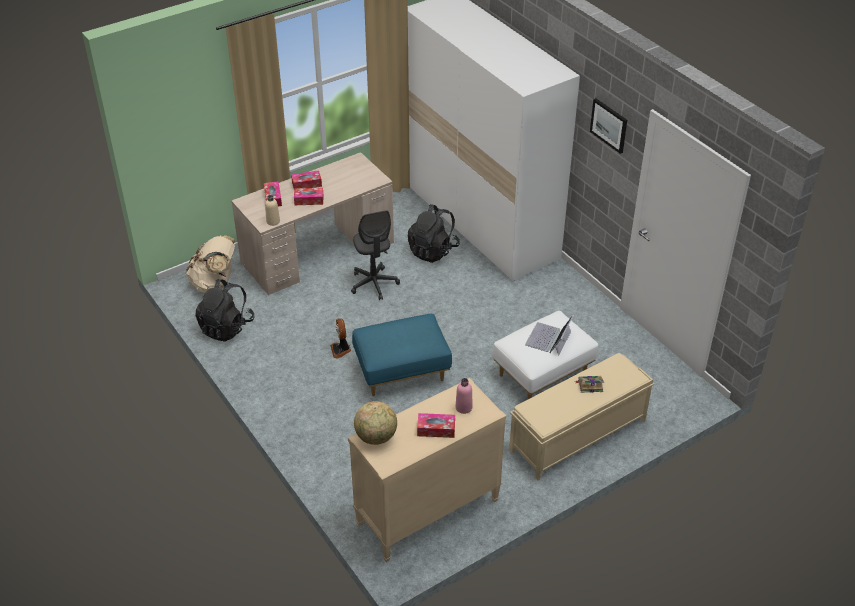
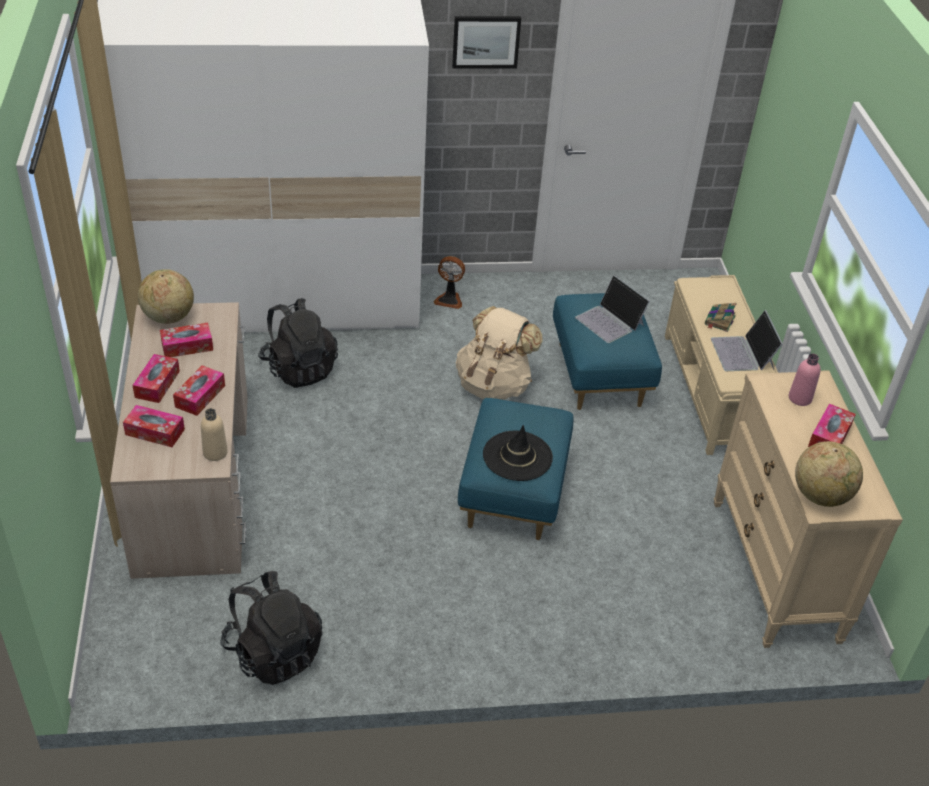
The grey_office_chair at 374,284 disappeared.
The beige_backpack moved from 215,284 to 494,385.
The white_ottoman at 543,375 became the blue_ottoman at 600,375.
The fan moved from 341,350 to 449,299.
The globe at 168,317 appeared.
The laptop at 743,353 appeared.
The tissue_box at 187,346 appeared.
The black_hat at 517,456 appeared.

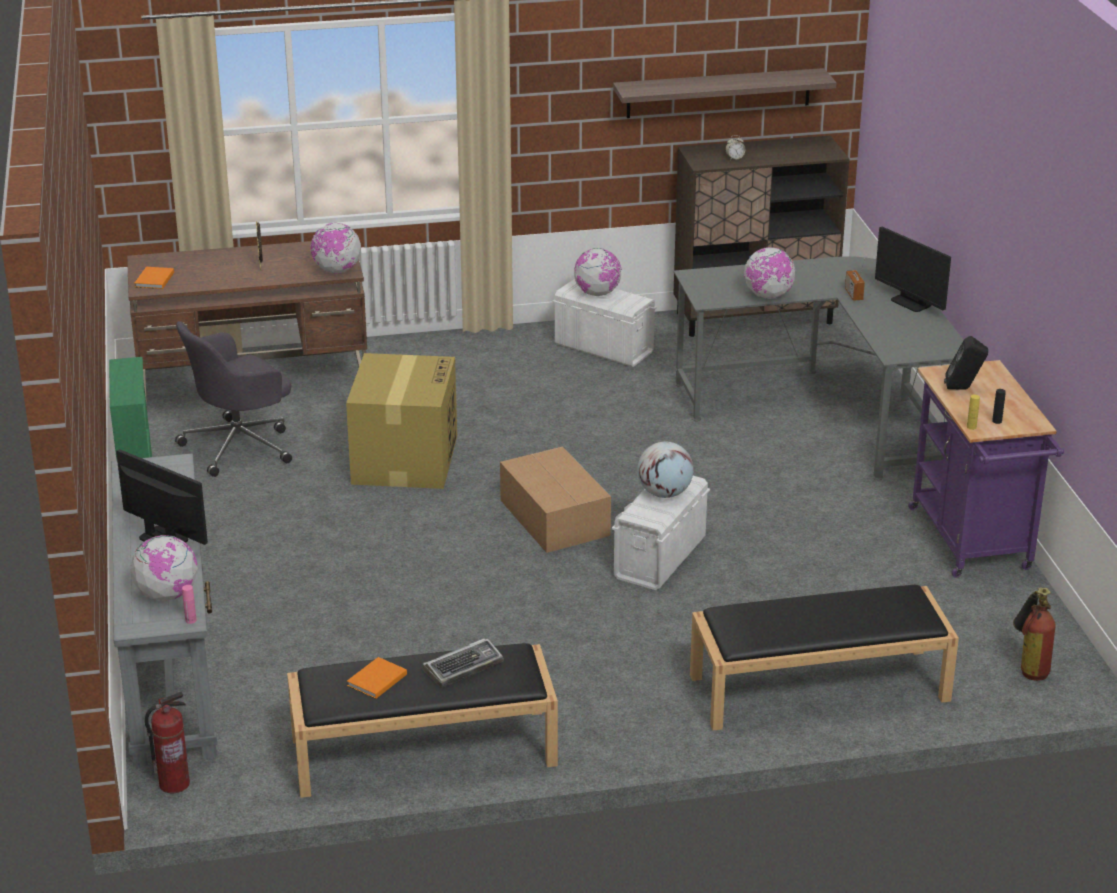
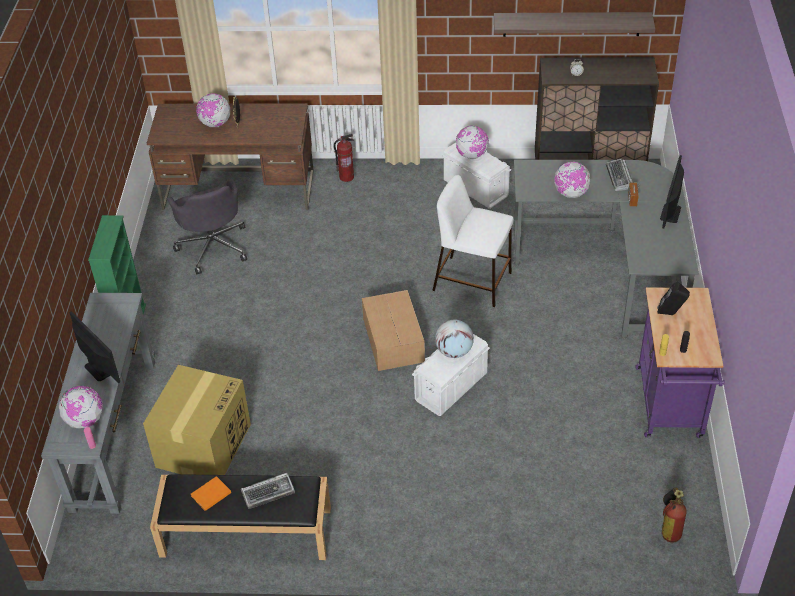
The globe moved from 337,271 to 215,124.
The monitor at 911,303 turned 45 degrees clockwise.
The orange_book at 153,280 disappeared.
The grey_office_chair at 240,446 turned 90 degrees counterclockwise.
The cardboard_box moved from 405,459 to 204,444.
The black_bench at 818,689 disappeared.
The fire_extinguisher moved from 174,783 to 346,177.
The keyboard at 619,178 appeared.
The white_stool at 473,281 appeared.

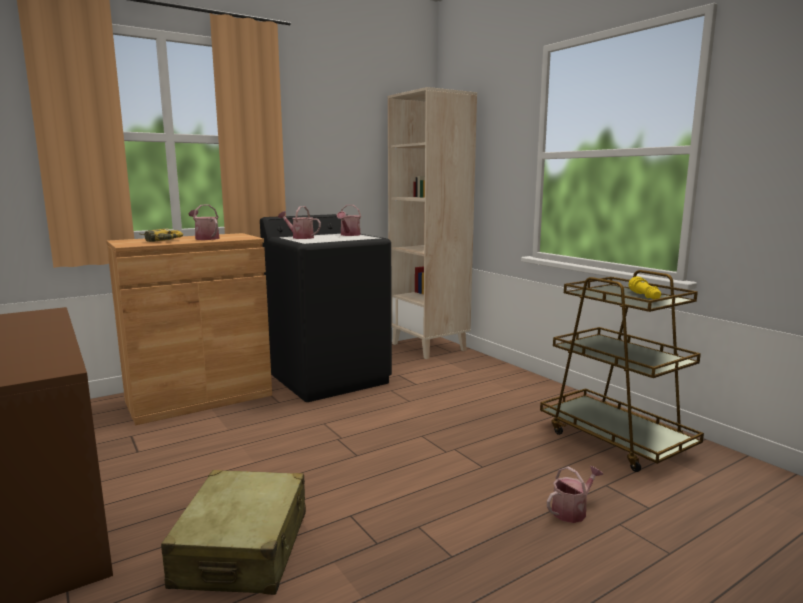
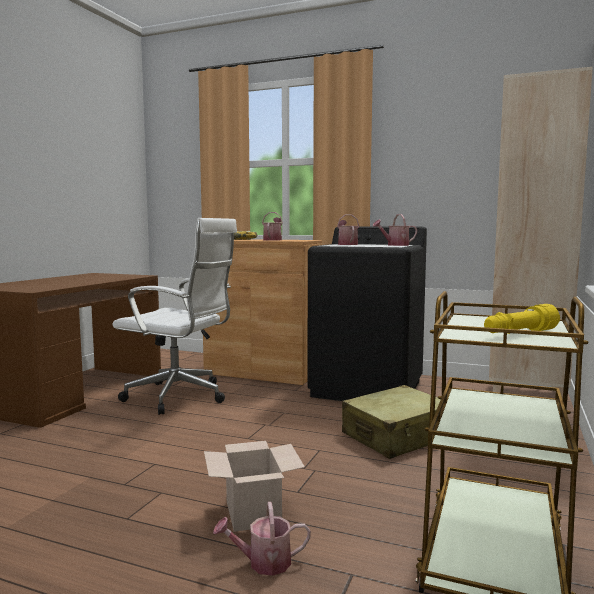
The watering_can at 572,511 turned 150 degrees clockwise.
The beige_suitcase moved from 243,549 to 397,436.
The white_office_chair at 180,397 appeared.
The cardboard_box at 254,513 appeared.

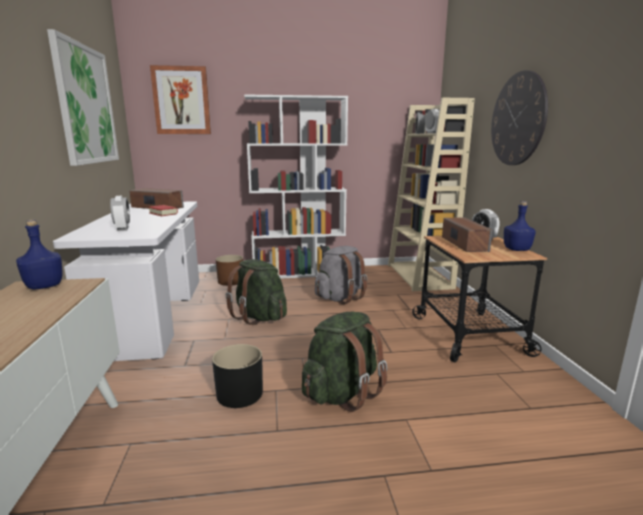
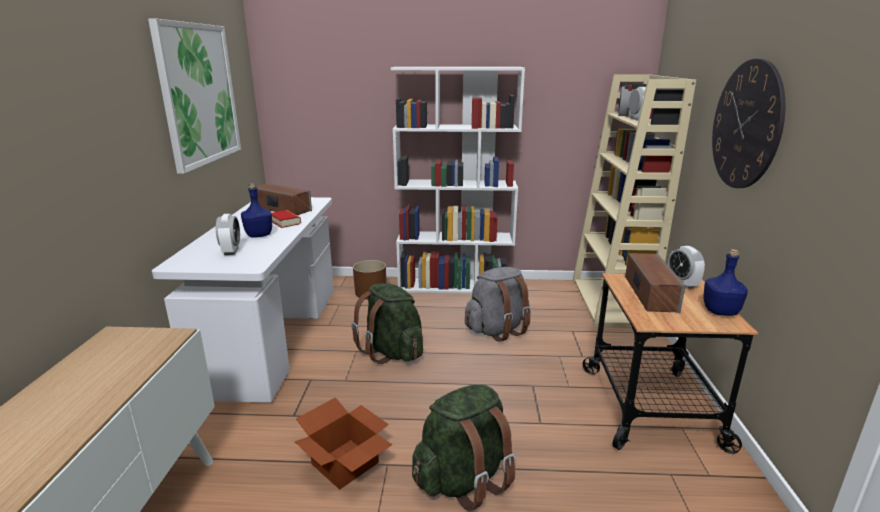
The picture at 181,101 disappeared.
The blue_bottle moved from 45,286 to 259,235.
The black_planter at 239,394 was replaced by the cardboard_box at 345,465.

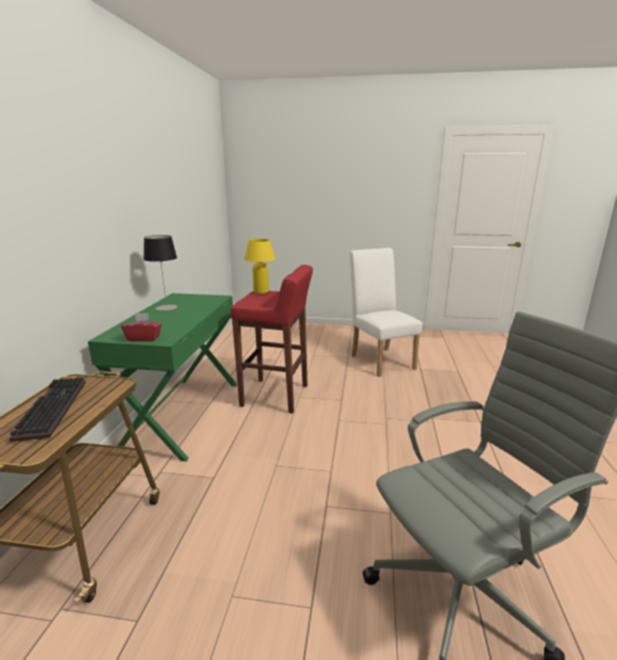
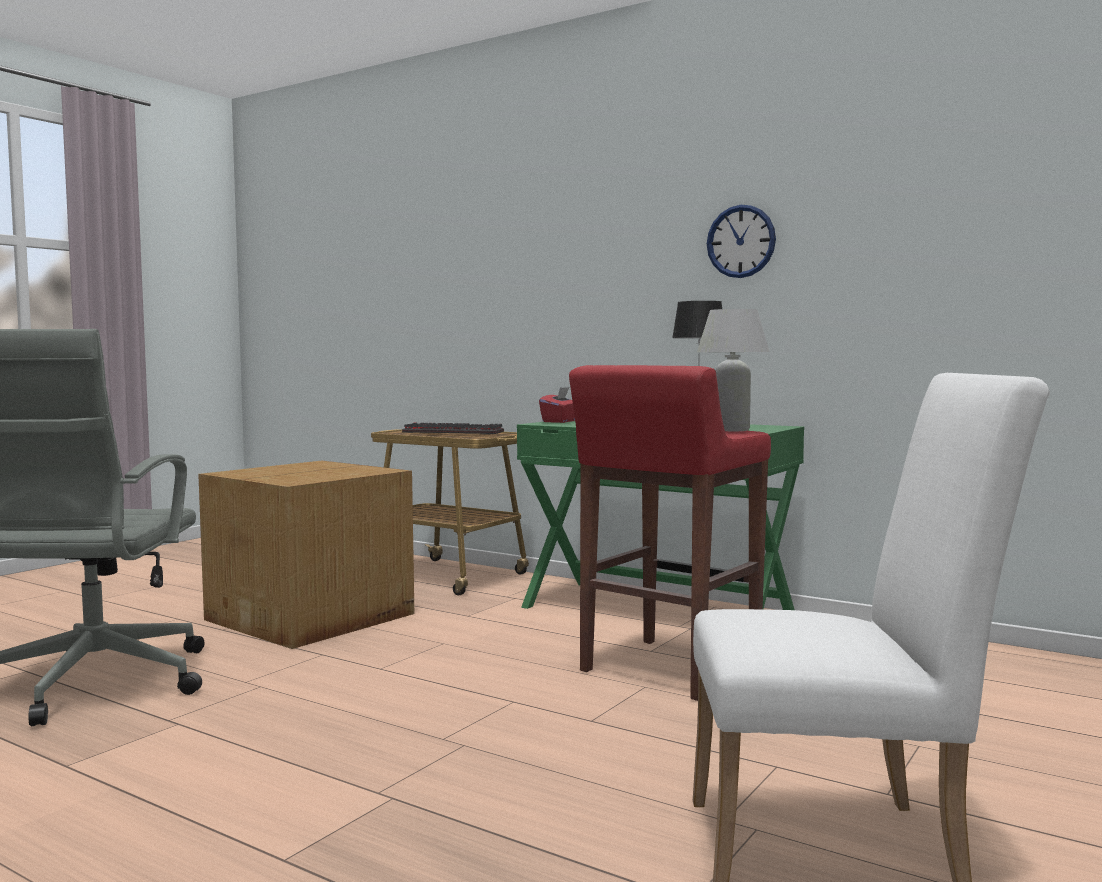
The yellow_table_lamp at 261,292 became the white_table_lamp at 731,430.
The wall_clock at 741,241 appeared.
The cardboard_box at 313,617 appeared.

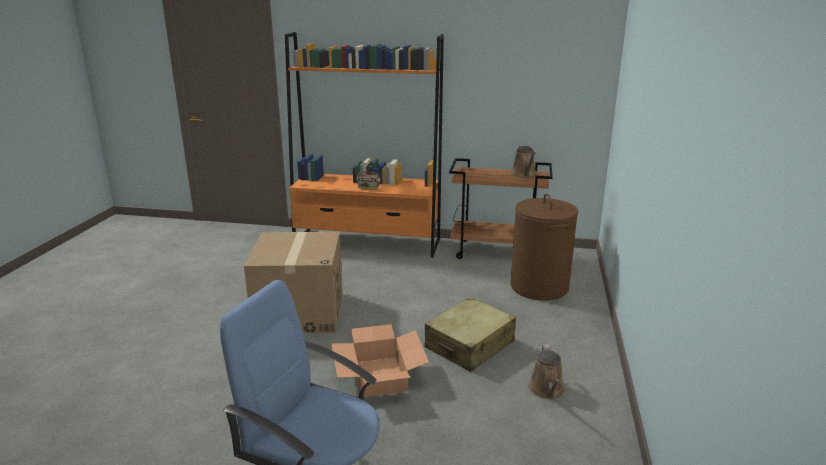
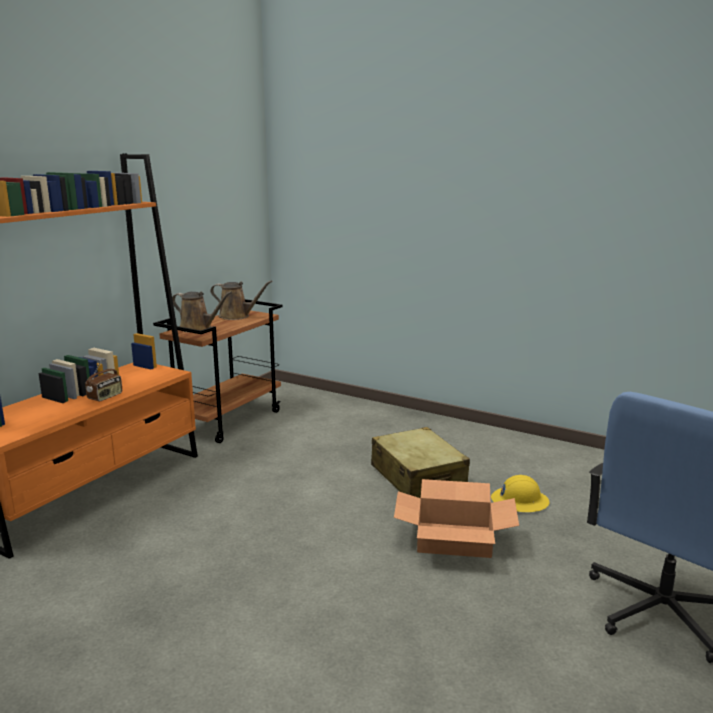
The brown_laundry_basket at 539,287 disappeared.
The cardboard_box at 299,312 disappeared.
The brown_watering_can moved from 547,390 to 198,328.
The yellow_hard_hat at 519,501 appeared.

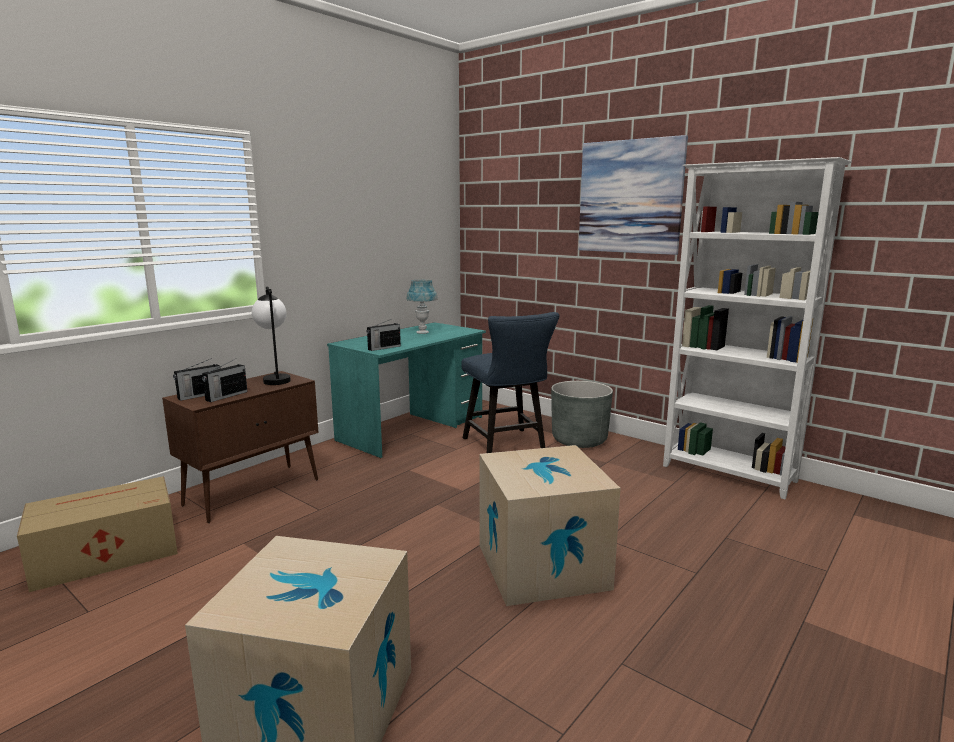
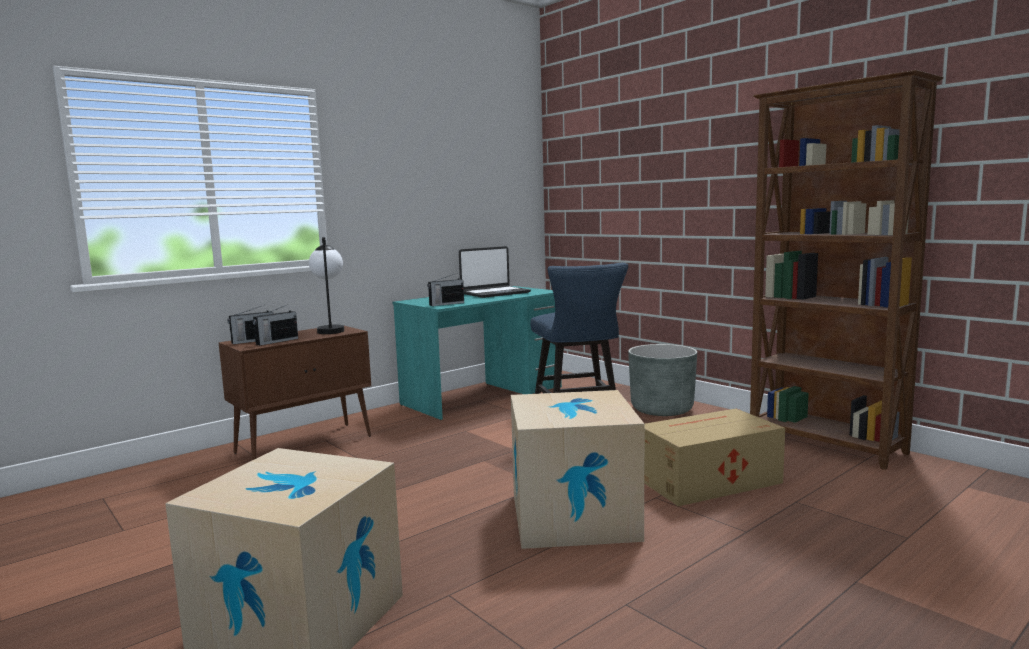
The picture at 630,197 disappeared.
The white_bookcase at 729,474 became the brown_bookcase at 826,444.
The blue_table_lamp at 422,332 was replaced by the laptop at 495,293.
The cardboard_box moved from 104,554 to 706,480.

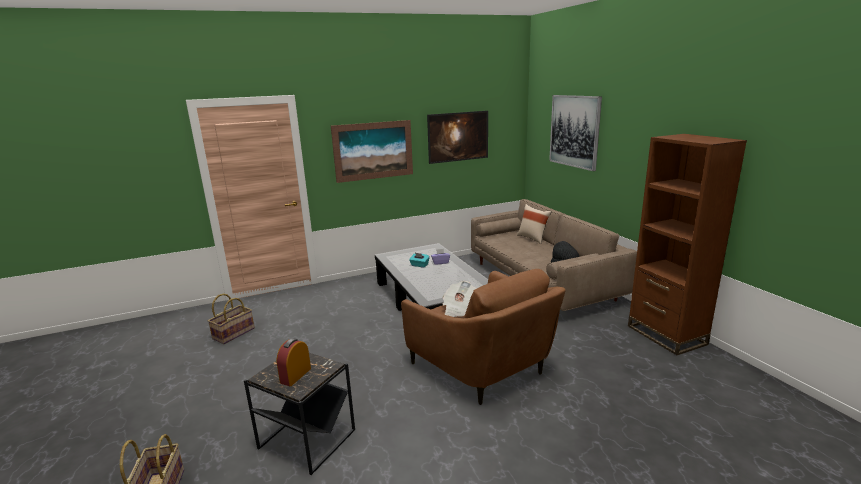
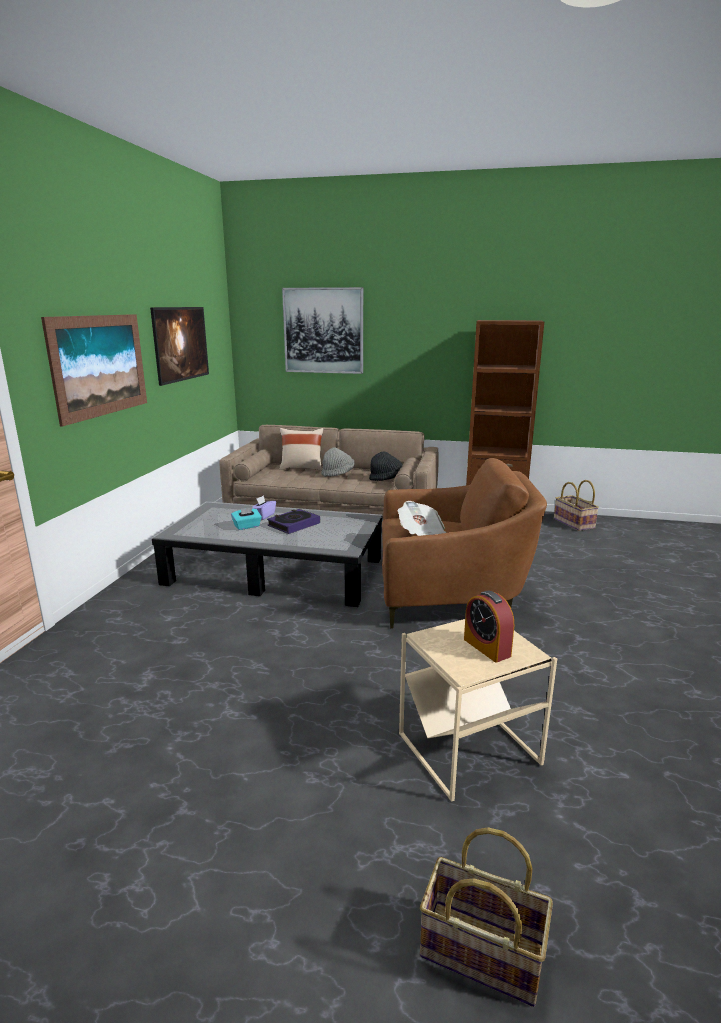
The basket moved from 233,333 to 573,523.
The black_side_table at 307,440 became the beige_side_table at 470,749.
The grey_hat at 338,473 appeared.
The book at 293,524 appeared.

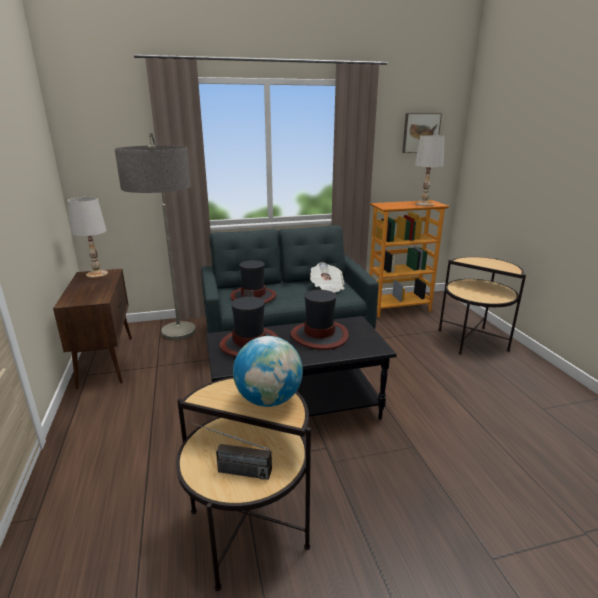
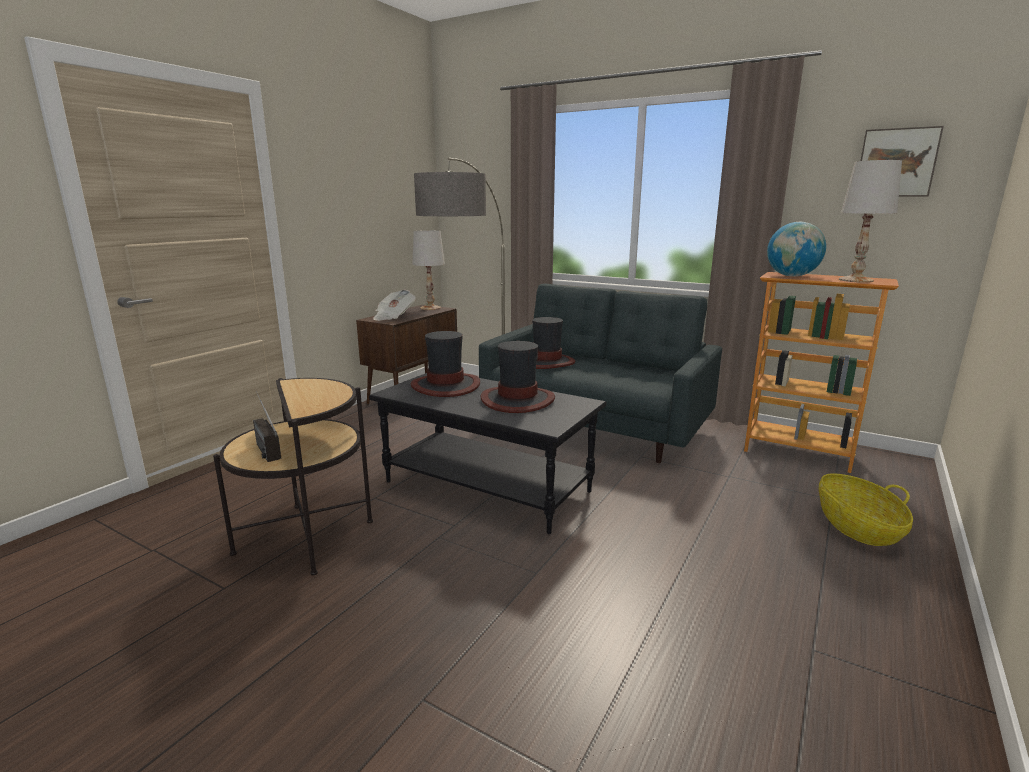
The side_table at 472,340 was replaced by the basket at 857,527.
The newspaper moved from 327,288 to 393,317.
The globe moved from 269,399 to 792,276.

